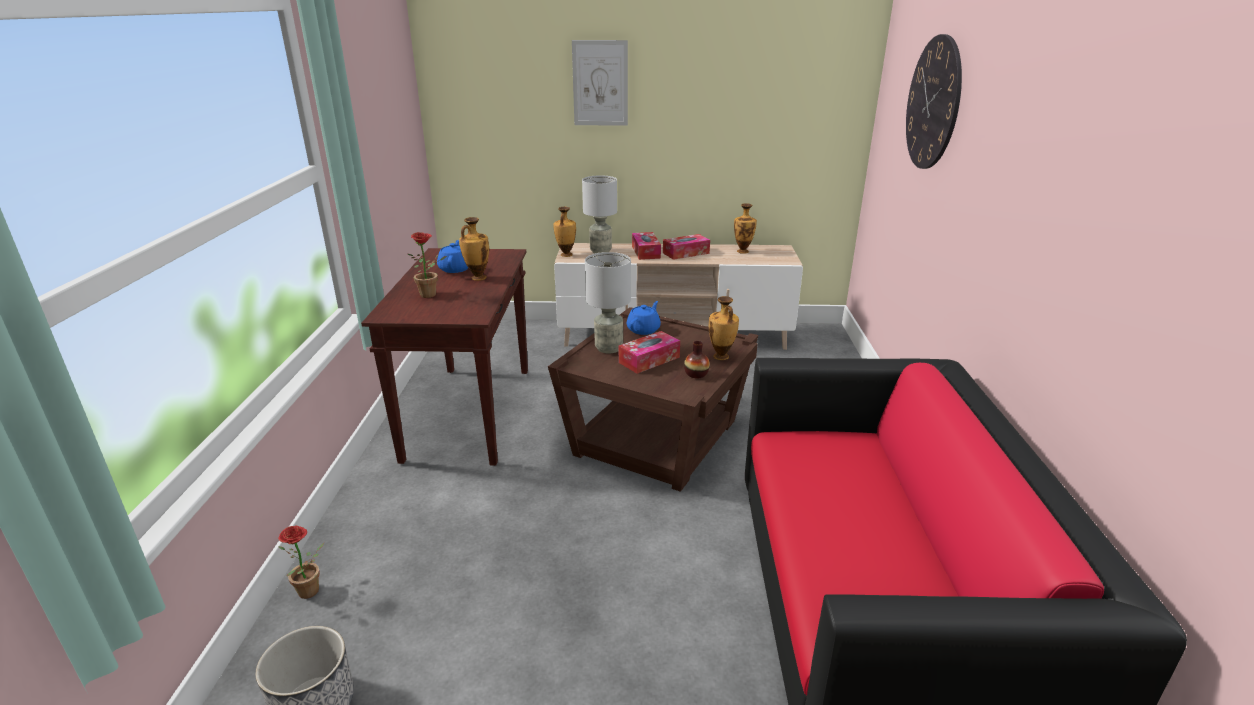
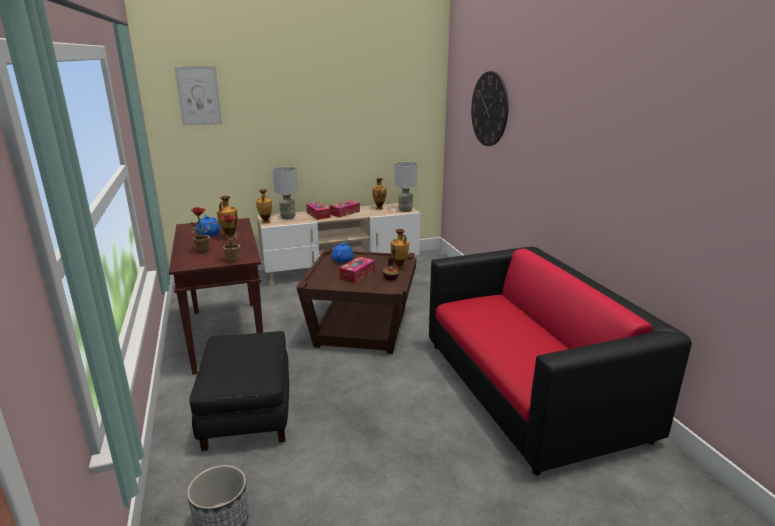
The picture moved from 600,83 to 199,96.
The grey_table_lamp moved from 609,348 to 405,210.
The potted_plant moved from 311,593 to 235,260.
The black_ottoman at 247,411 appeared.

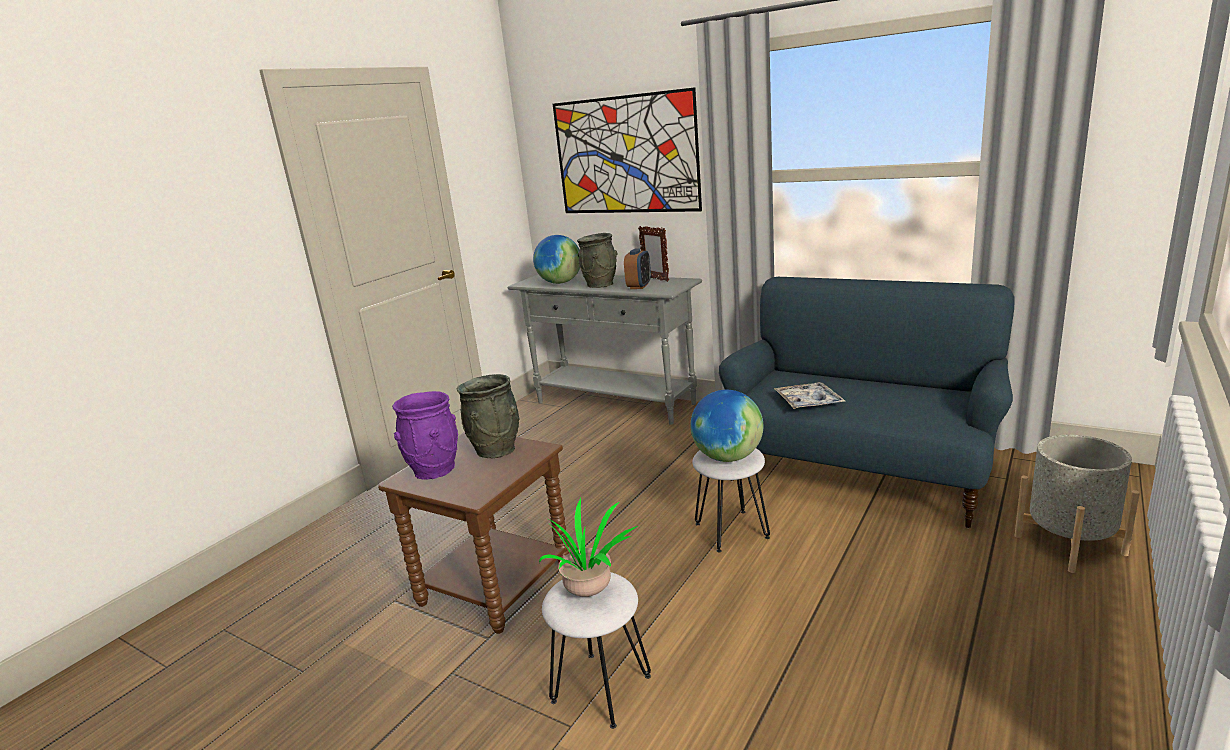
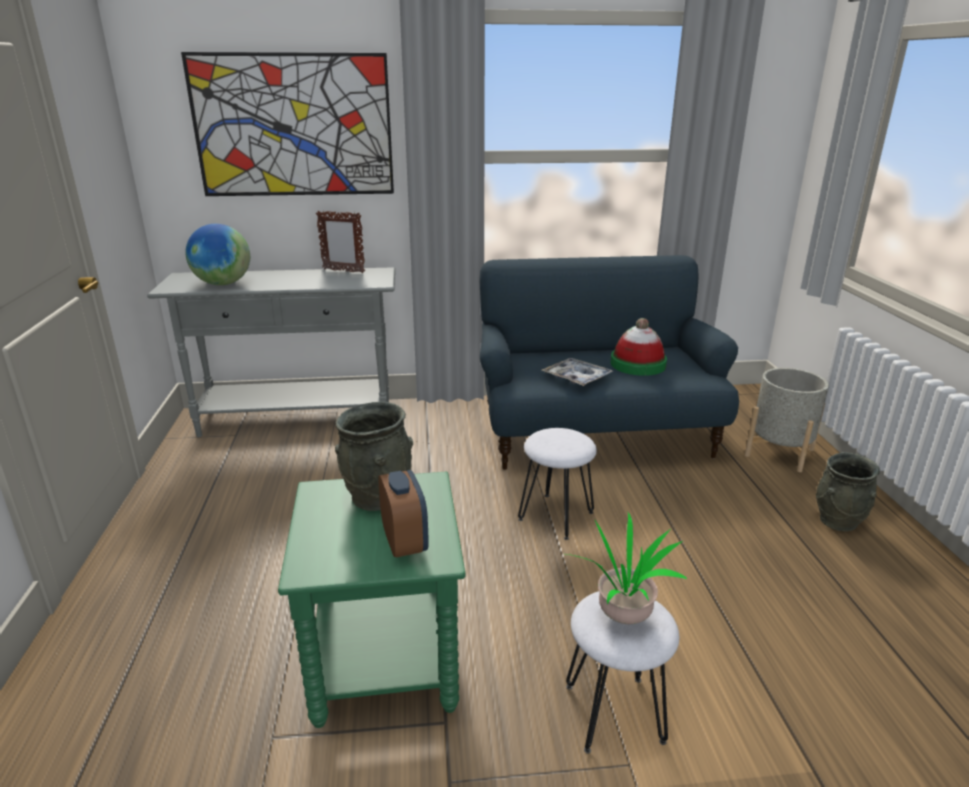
The grey_vase moved from 600,284 to 837,521.
The alarm_clock moved from 639,286 to 405,542.
The globe at 727,457 disappeared.
The purple_vase at 434,470 disappeared.
The brown_side_table at 494,584 became the green_side_table at 383,660.
The hat at 638,364 appeared.

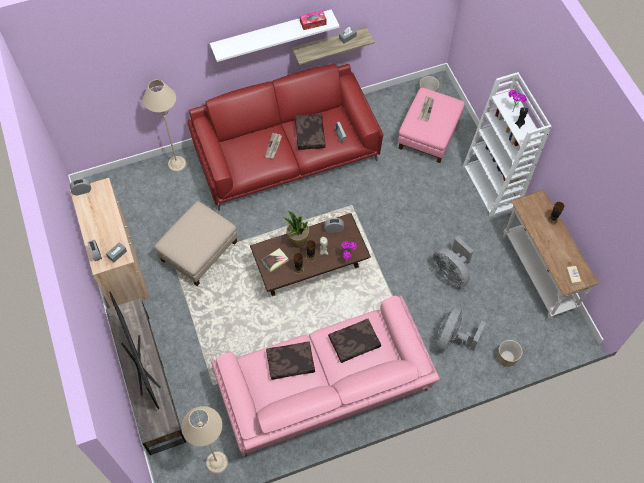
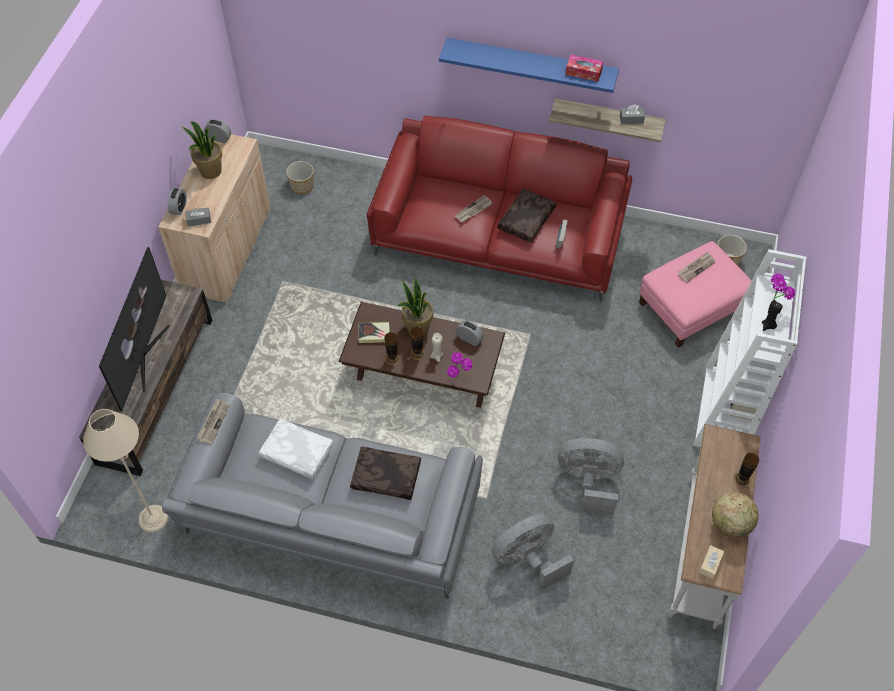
The white_shelf at 271,33 became the blue_shelf at 531,64.
The beige_floor_lamp at 177,164 disappeared.
The beige_ottoman at 199,250 disappeared.
The grey_fan at 451,273 turned 105 degrees clockwise.
The pink_sofa at 324,390 became the grey_sofa at 329,518.
The planter moved from 507,357 to 302,186.
The brown_pillow at 290,363 became the white_pillow at 296,453.
The potted_plant at 210,171 appeared.
The newspaper at 213,422 appeared.
The globe at 730,524 appeared.

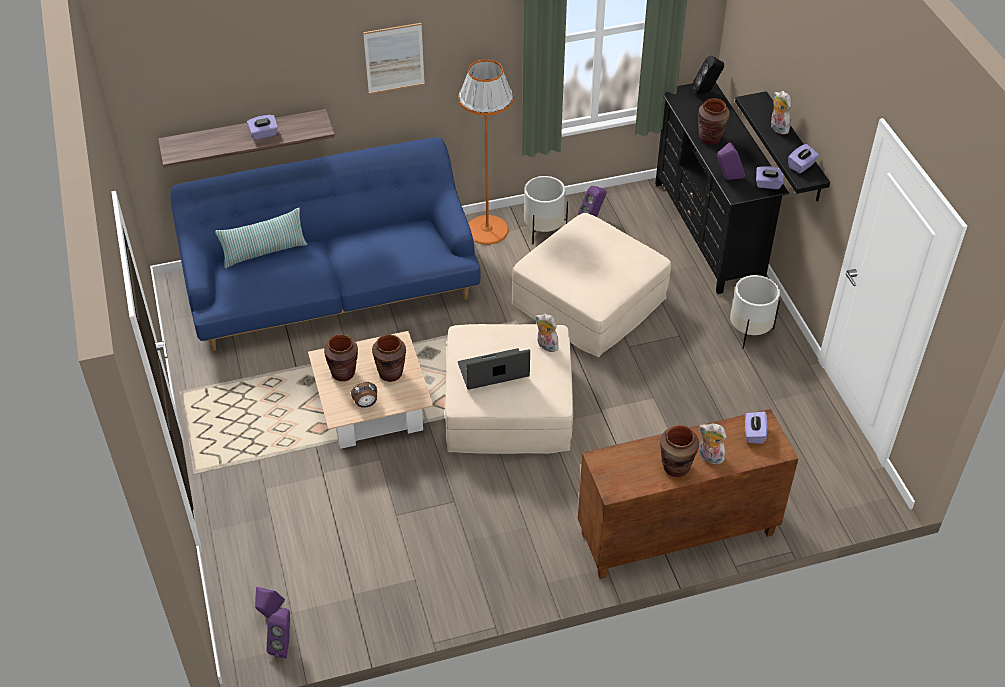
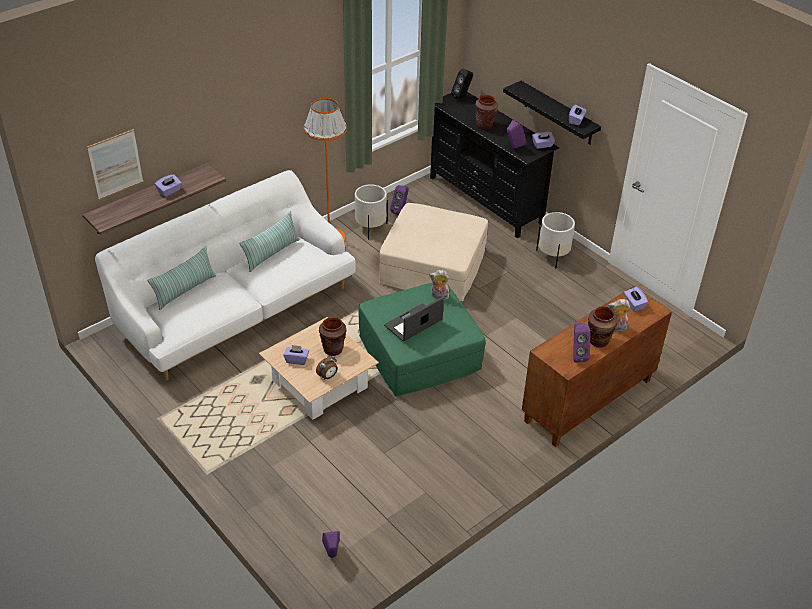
The picture moved from 394,58 to 115,164.
The plush_toy at 777,128 disappeared.
The blue_sofa at 332,288 became the white_sofa at 235,309.
The beige_ottoman at 508,407 became the green_ottoman at 419,353.
The brown_vase at 343,373 was replaced by the purple_tissue_box at 297,360.
The purple_speaker moved from 284,645 to 577,355.
The pillow at 271,253 appeared.

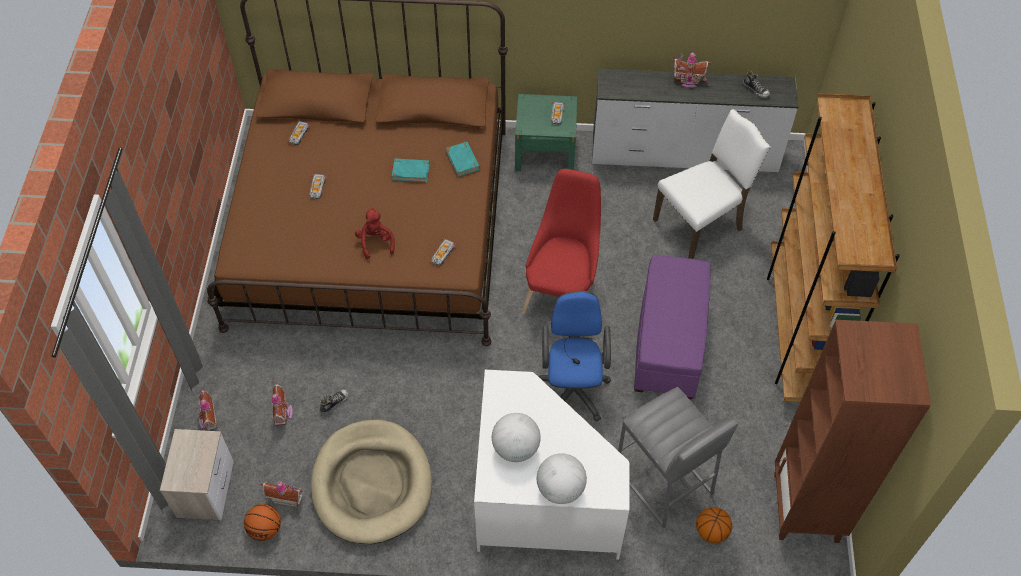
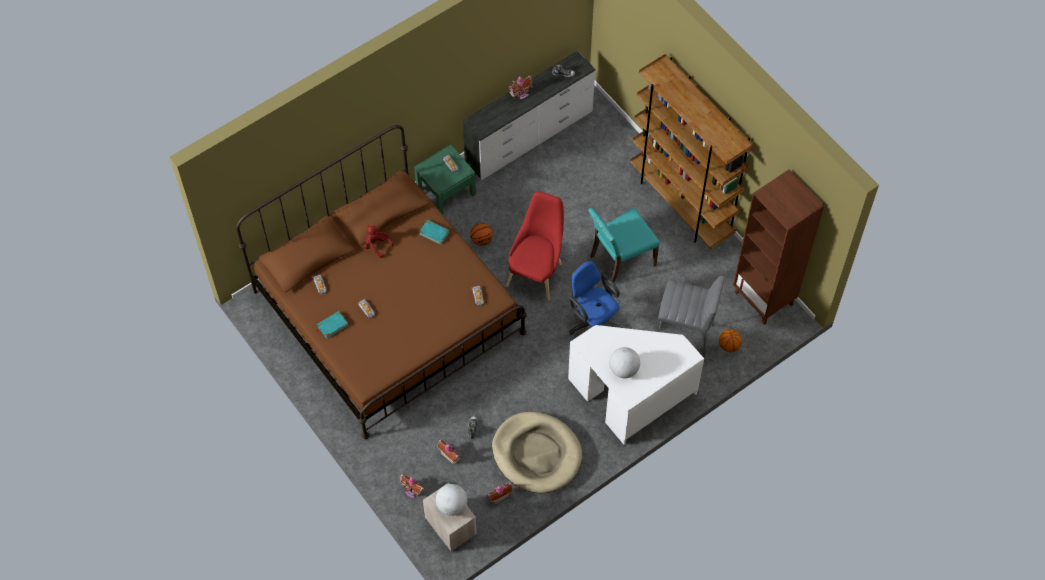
The white_chair at 700,225 disappeared.
The turquoise_book moved from 410,172 to 332,325.
The red_chair at 562,291 turned 45 degrees clockwise.
The red_plush_toy moved from 375,242 to 376,245.
The purple_ottoman at 668,343 was replaced by the turquoise_chair at 620,260.
The globe moved from 560,489 to 452,505.
The basketball moved from 265,529 to 481,240.

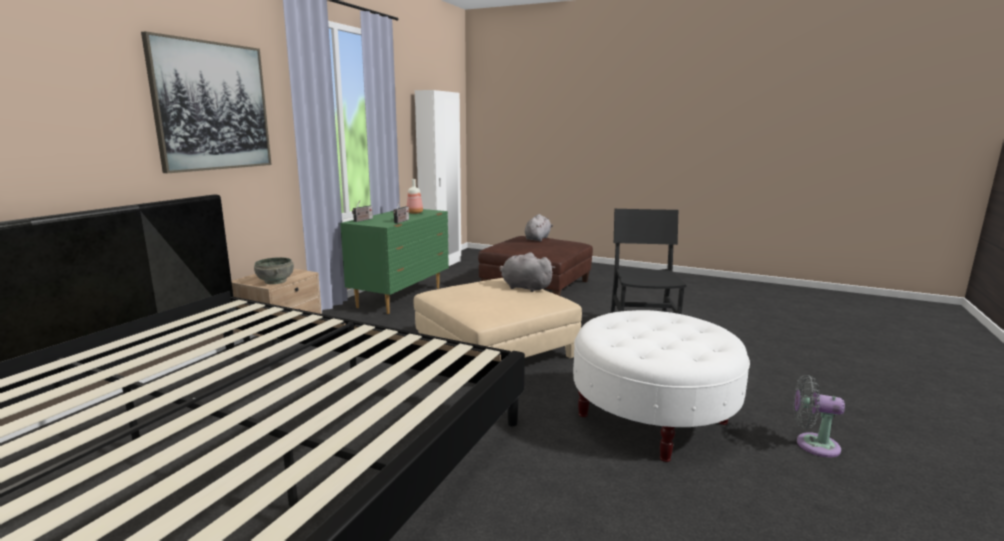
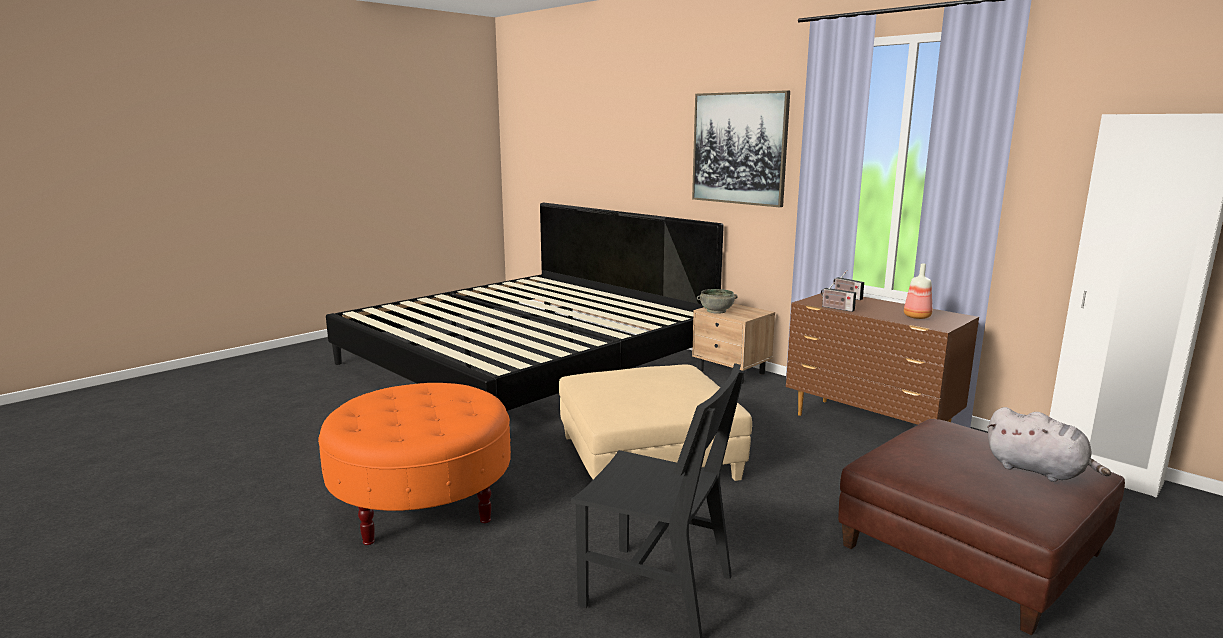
The green_dresser at 401,297 became the brown_dresser at 870,426.
The grey_plush_toy at 524,287 disappeared.
The white_ottoman at 652,418 became the orange_ottoman at 422,503.
The grey_fan at 812,444 disappeared.

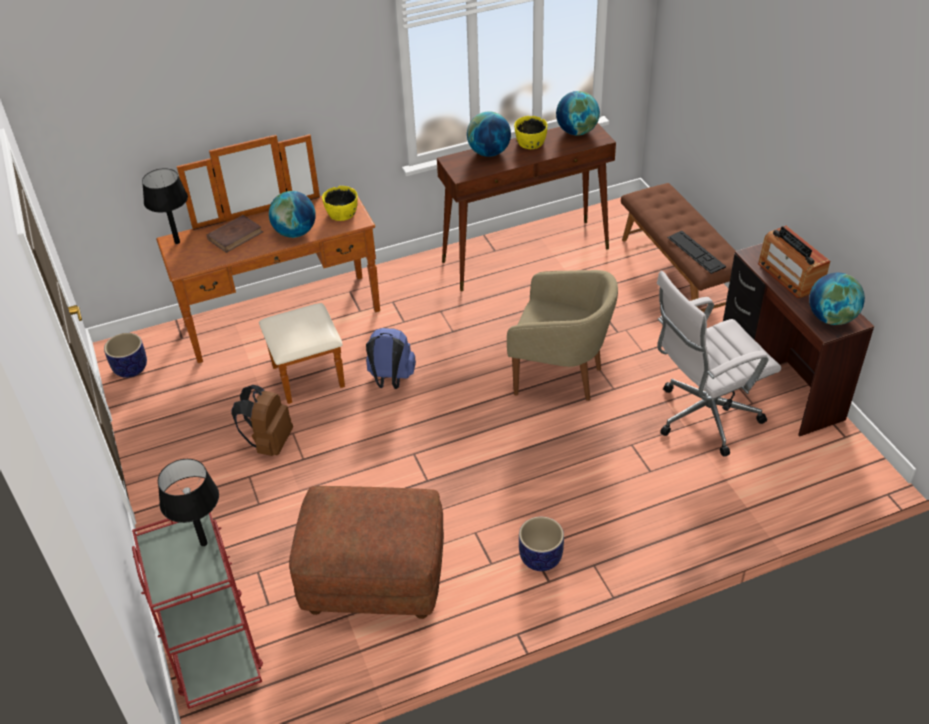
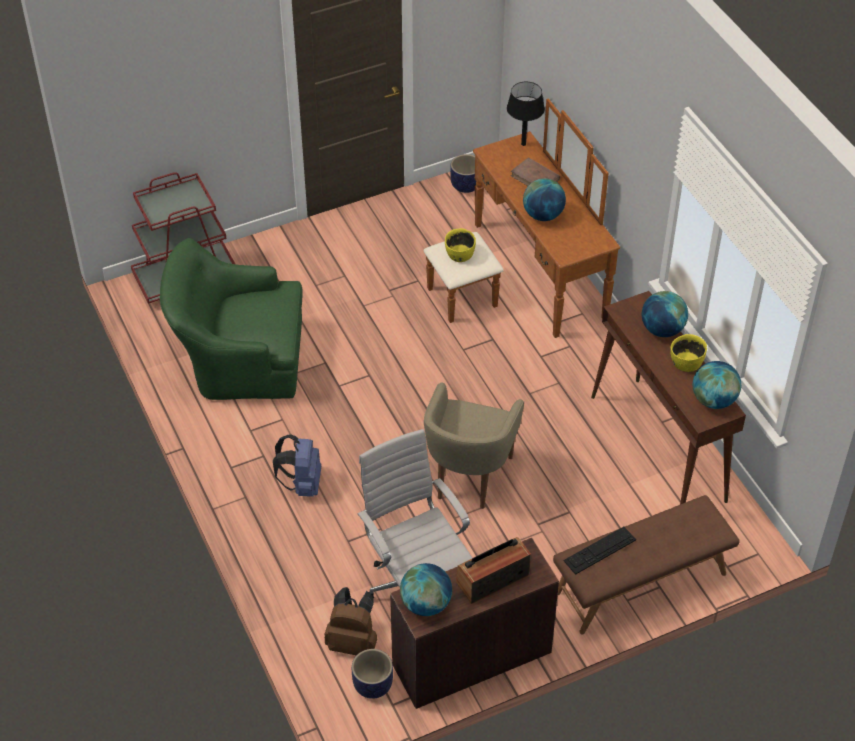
The yellow_bowl moved from 342,213 to 459,254.
The blue_backpack moved from 391,380 to 302,484.
The brown_backpack moved from 269,443 to 353,642.
The black_table_lamp at 204,543 disappeared.
The brown_ottoman at 373,579 was replaced by the green_armchair at 239,360.
The planter moved from 540,558 to 372,685.

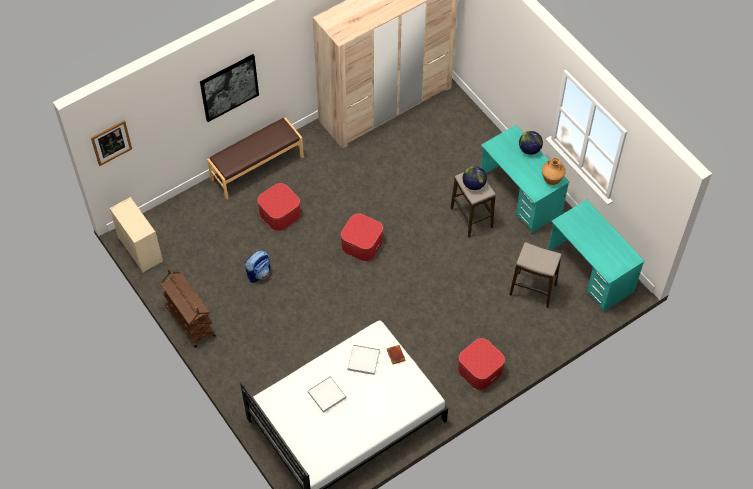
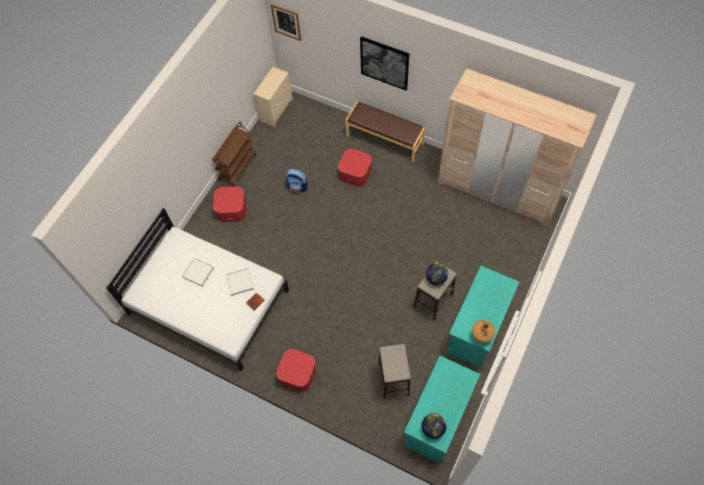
The globe moved from 529,149 to 433,428.
The ottoman moved from 362,243 to 232,209.

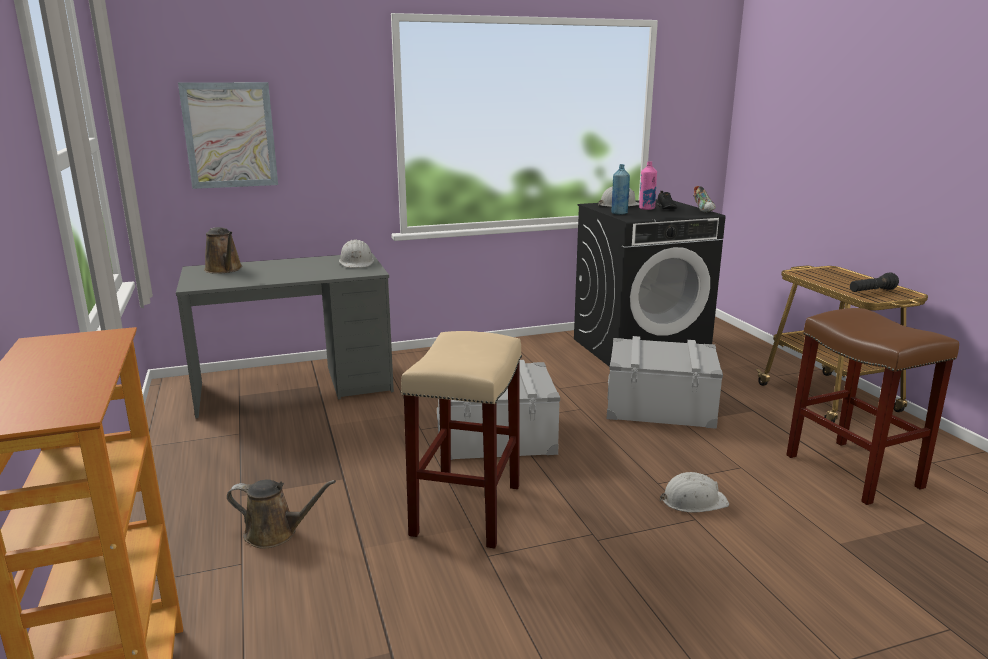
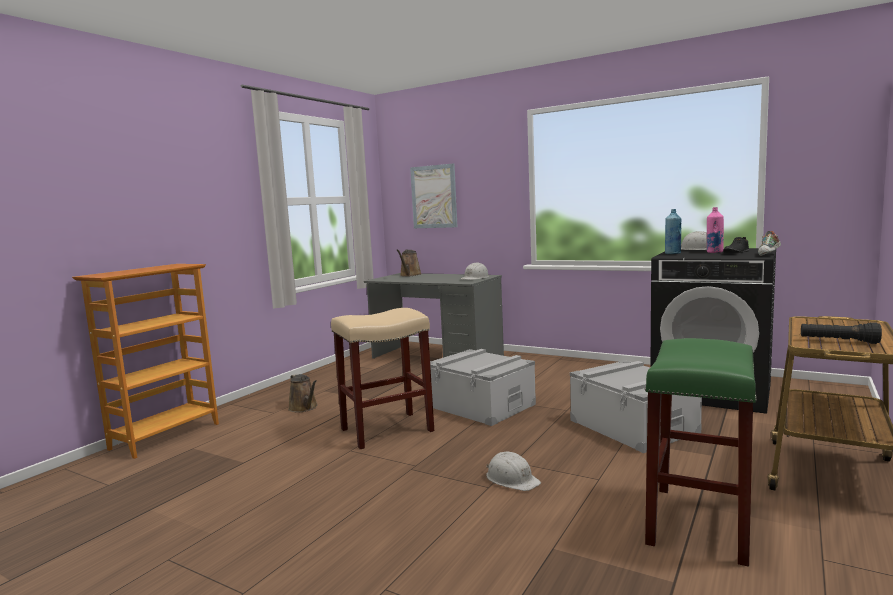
The brown_stool at 855,471 became the green_stool at 700,524.

